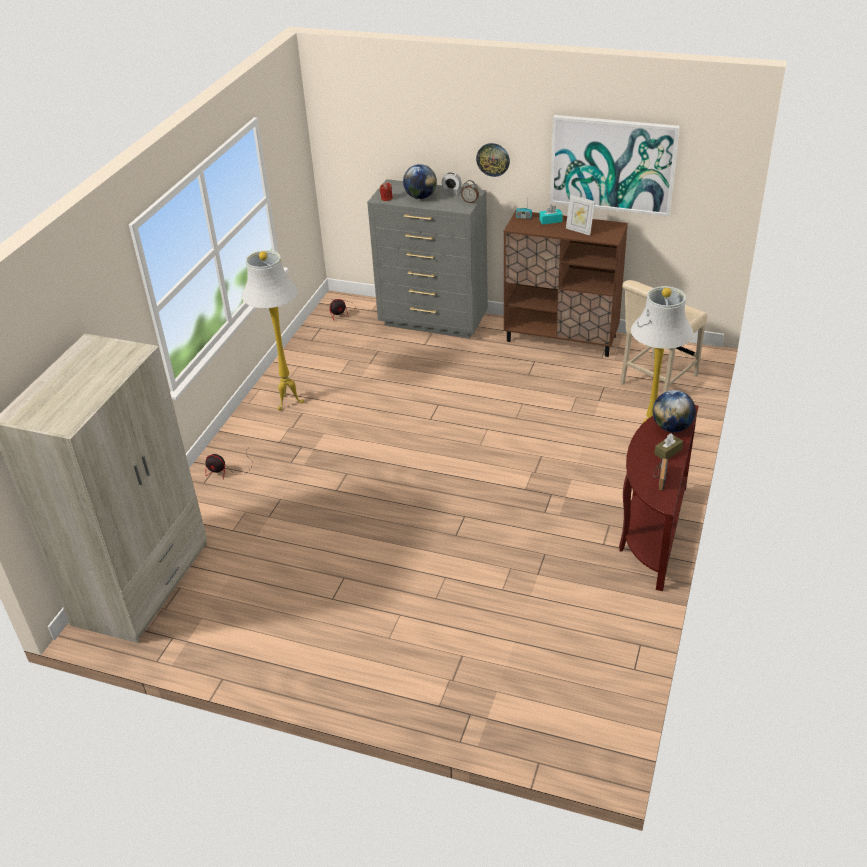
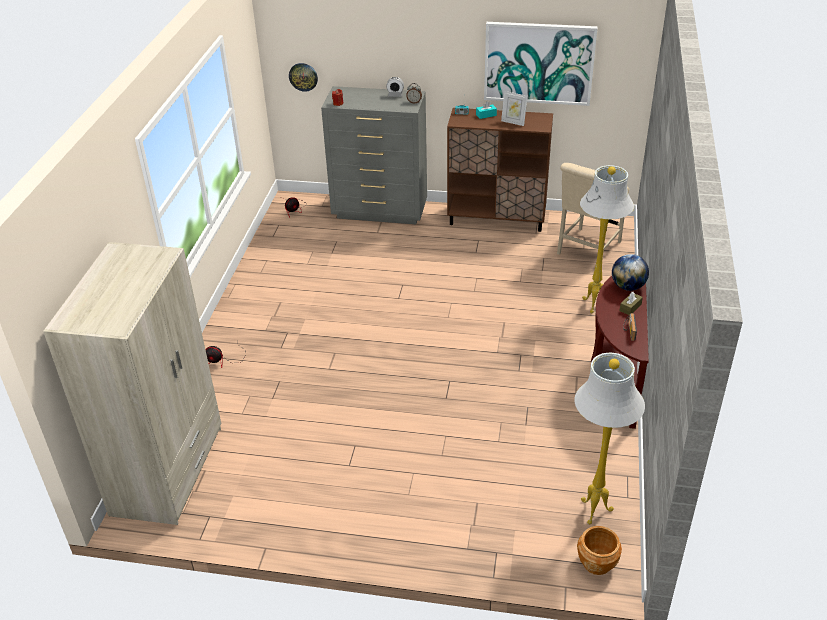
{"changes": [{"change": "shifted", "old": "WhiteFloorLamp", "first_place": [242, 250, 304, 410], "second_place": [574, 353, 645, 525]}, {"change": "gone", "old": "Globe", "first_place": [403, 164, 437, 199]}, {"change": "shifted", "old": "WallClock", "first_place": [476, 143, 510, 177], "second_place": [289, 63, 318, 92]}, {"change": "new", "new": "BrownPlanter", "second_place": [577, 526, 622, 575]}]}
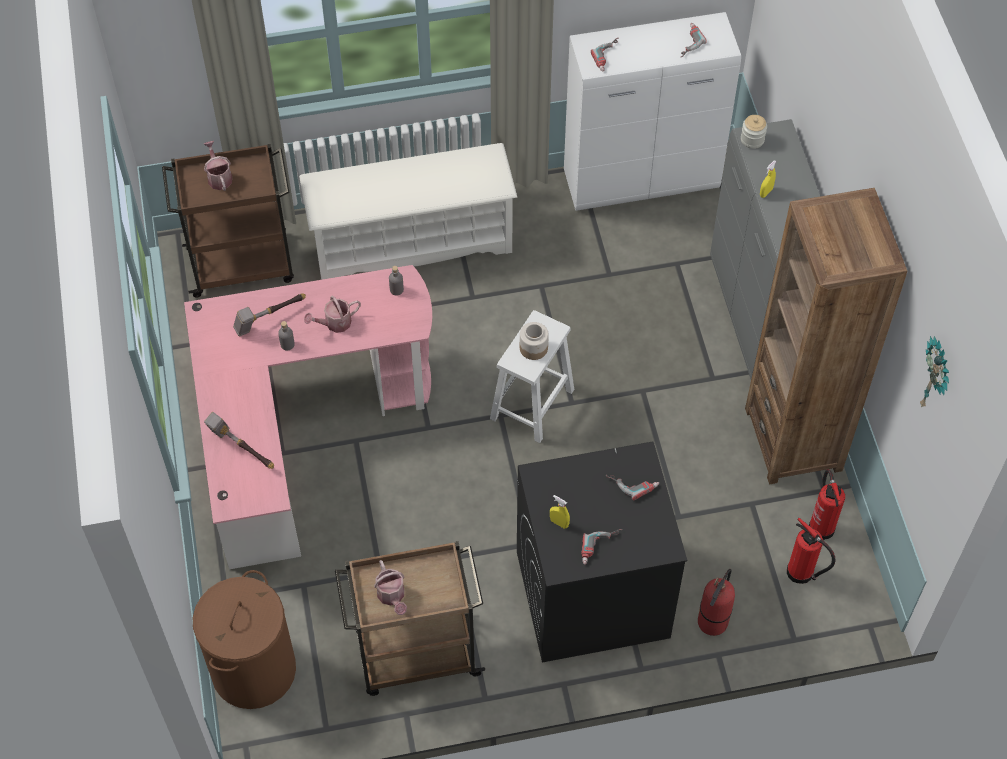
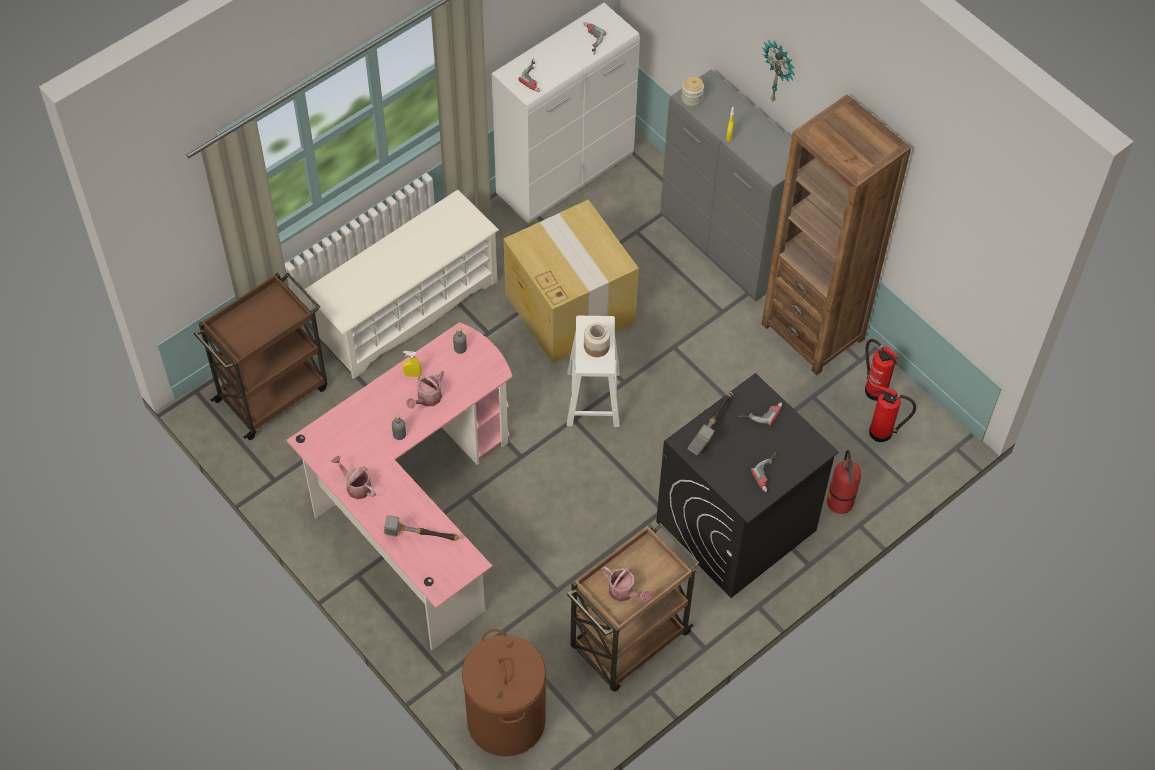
{"changes": [{"change": "shifted", "old": "WateringCan", "first_place": [204, 141, 232, 191], "second_place": [331, 455, 376, 499]}, {"change": "shifted", "old": "Hammer", "first_place": [233, 293, 306, 336], "second_place": [687, 393, 731, 455]}, {"change": "shifted", "old": "YellowSprayBottle", "first_place": [550, 495, 570, 529], "second_place": [403, 351, 422, 377]}, {"change": "shifted", "old": "WallClock", "first_place": [920, 336, 949, 408], "second_place": [762, 40, 795, 102]}, {"change": "new", "new": "CardboardBox", "second_place": [504, 200, 639, 363]}]}
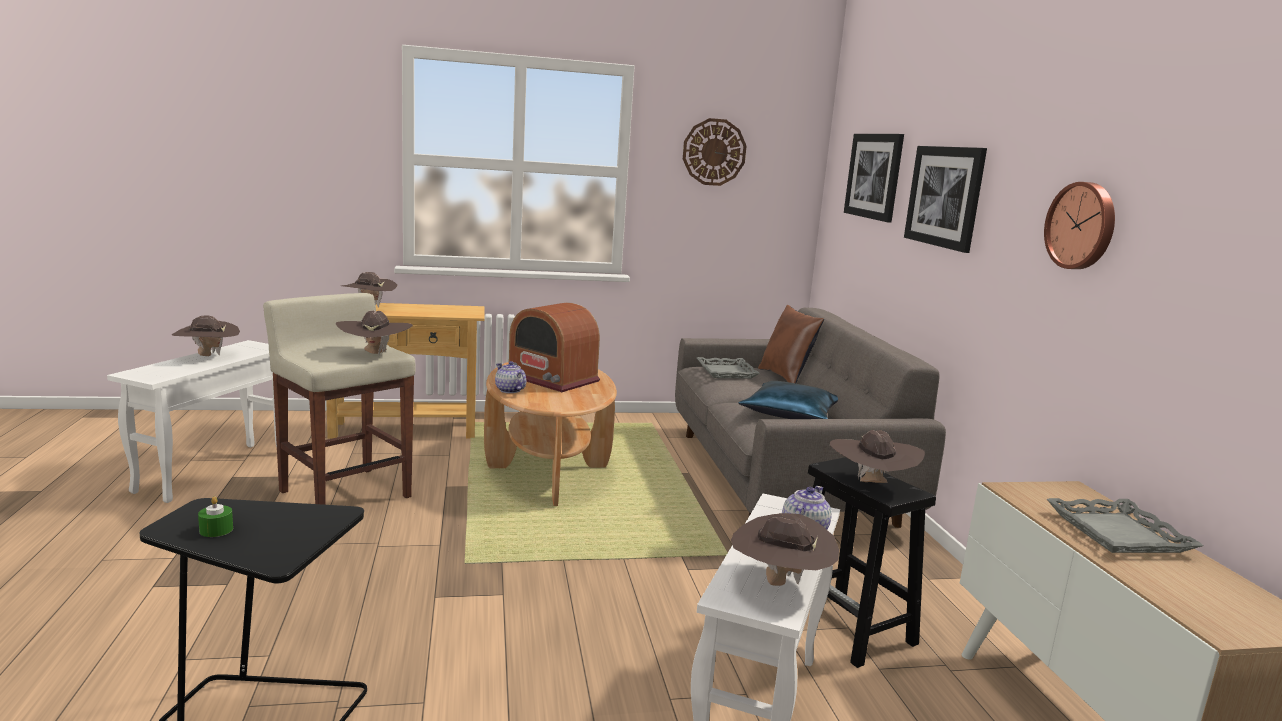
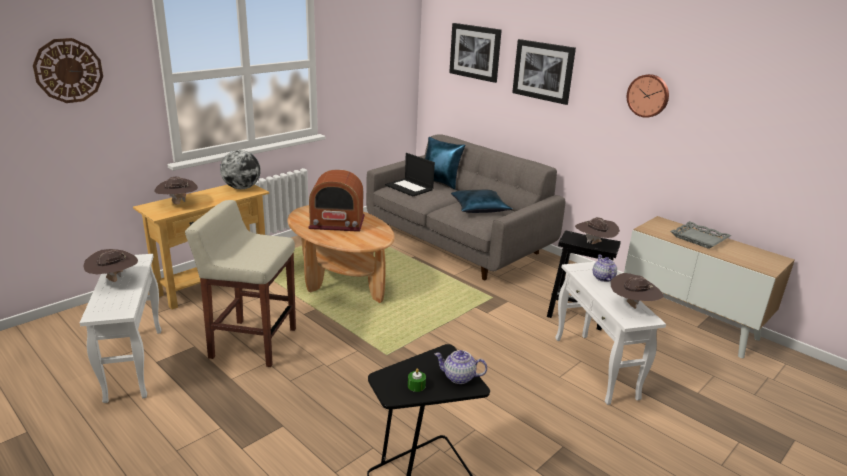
{"changes": [{"change": "gone", "old": "BrownHat", "first_place": [336, 310, 413, 357]}, {"change": "shifted", "old": "Teapot", "first_place": [495, 361, 526, 393], "second_place": [434, 350, 487, 384]}, {"change": "shifted", "old": "WallClock", "first_place": [683, 118, 746, 186], "second_place": [33, 38, 103, 103]}, {"change": "swapped", "old": "GreyTray", "new": "Laptop", "first_place": [697, 357, 760, 379], "second_place": [385, 153, 435, 197]}, {"change": "repainted", "old": "BrownPillow", "new": "BluePillow", "first_place": [758, 305, 824, 383], "second_place": [425, 137, 465, 190]}, {"change": "new", "new": "Globe", "second_place": [220, 150, 261, 189]}]}
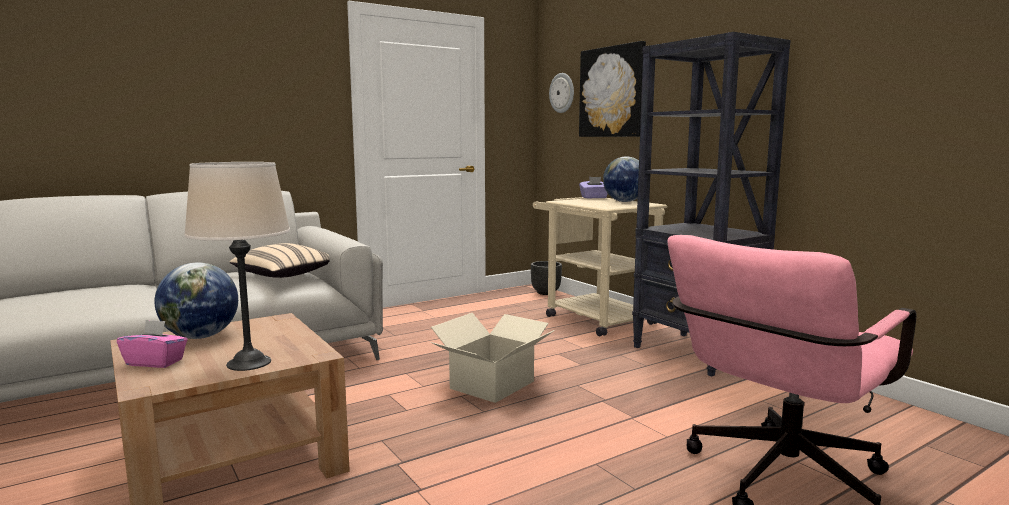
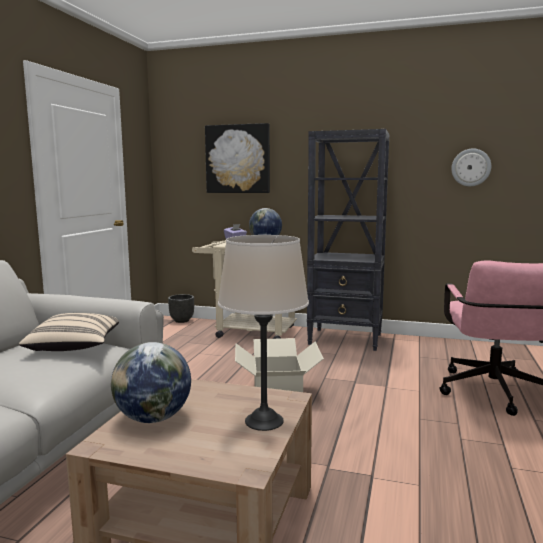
{"changes": [{"change": "gone", "old": "PinkTissueBox", "first_place": [117, 320, 188, 368]}, {"change": "shifted", "old": "WallClock", "first_place": [549, 73, 574, 113], "second_place": [451, 149, 491, 187]}]}
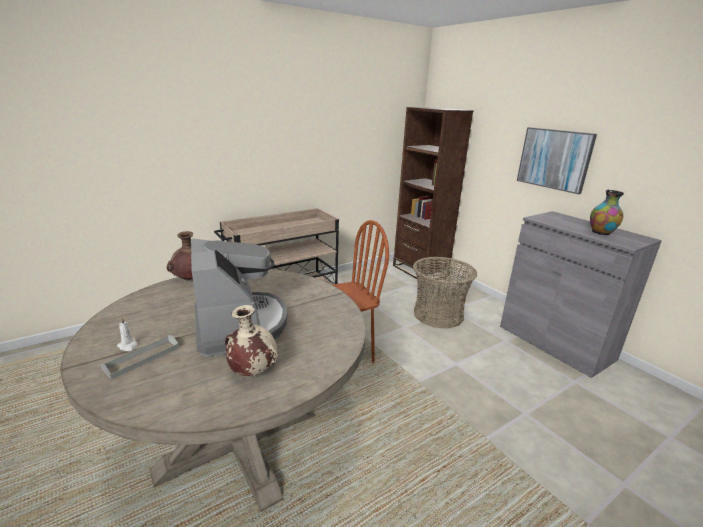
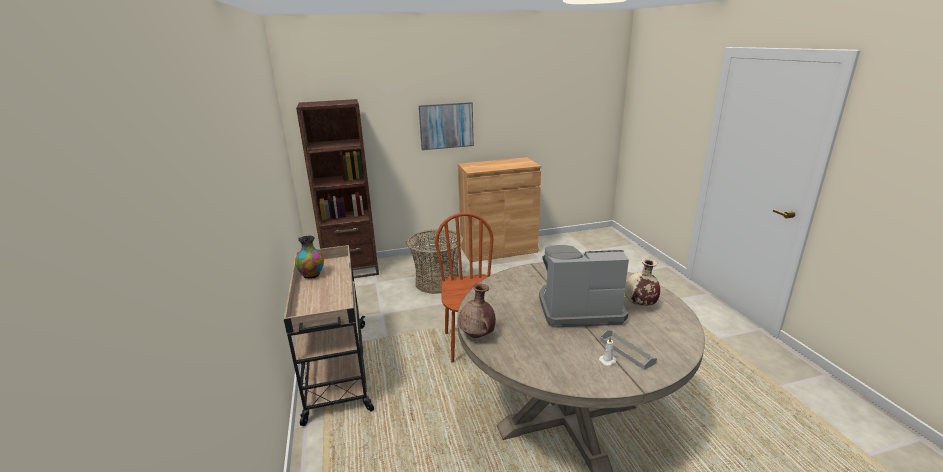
{"changes": [{"change": "repainted", "old": "GreyCabinet", "new": "BrownCabinet", "first_place": [500, 211, 662, 378], "second_place": [458, 157, 541, 262]}, {"change": "shifted", "old": "Vase", "first_place": [590, 190, 624, 235], "second_place": [295, 235, 324, 279]}]}
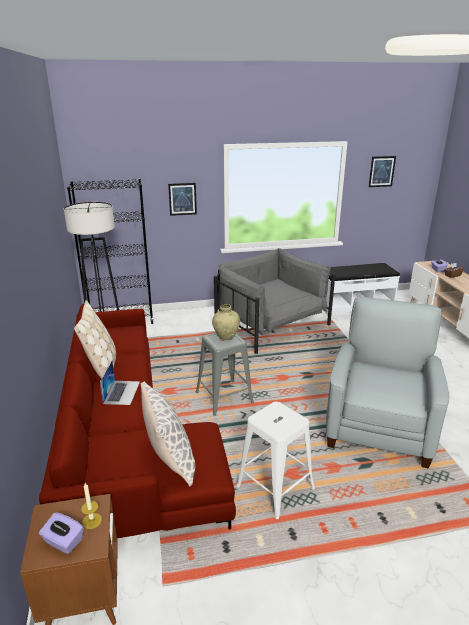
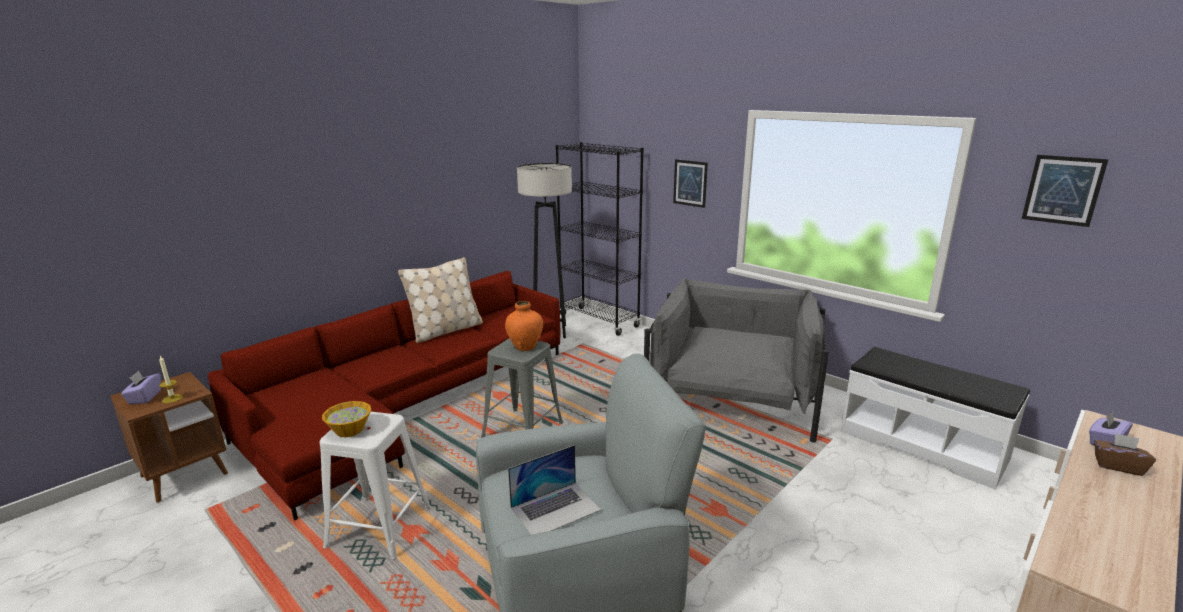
{"changes": [{"change": "shifted", "old": "Laptop", "first_place": [100, 361, 140, 405], "second_place": [508, 445, 601, 535]}, {"change": "gone", "old": "Pillow", "first_place": [141, 382, 195, 487]}, {"change": "repainted", "old": "BeigeVase", "new": "OrangeVase", "first_place": [212, 304, 240, 340], "second_place": [505, 301, 543, 351]}, {"change": "new", "new": "Bowl", "second_place": [322, 401, 371, 437]}]}
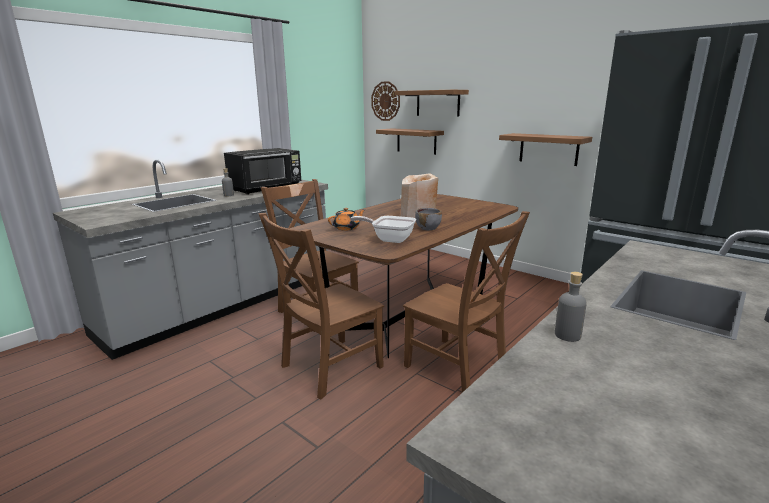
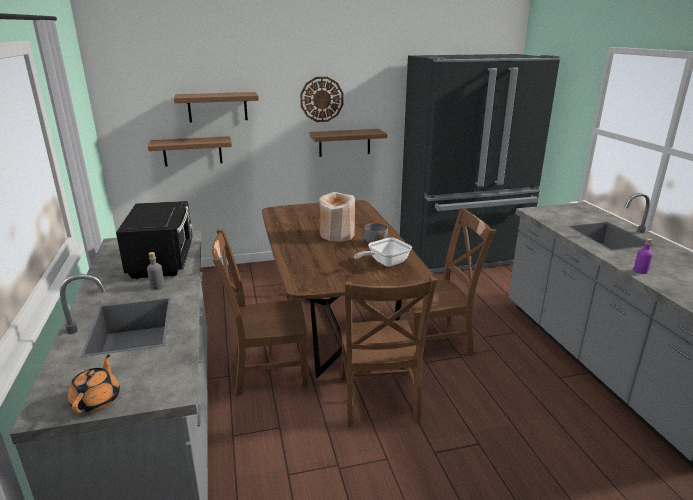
{"changes": [{"change": "shifted", "old": "OrangeTeapot", "first_place": [328, 208, 366, 231], "second_place": [68, 354, 120, 413]}, {"change": "shifted", "old": "WallClock", "first_place": [371, 81, 400, 121], "second_place": [300, 77, 343, 122]}, {"change": "repainted", "old": "GreyBottle", "new": "PurpleBottle", "first_place": [555, 272, 587, 342], "second_place": [633, 238, 653, 274]}]}
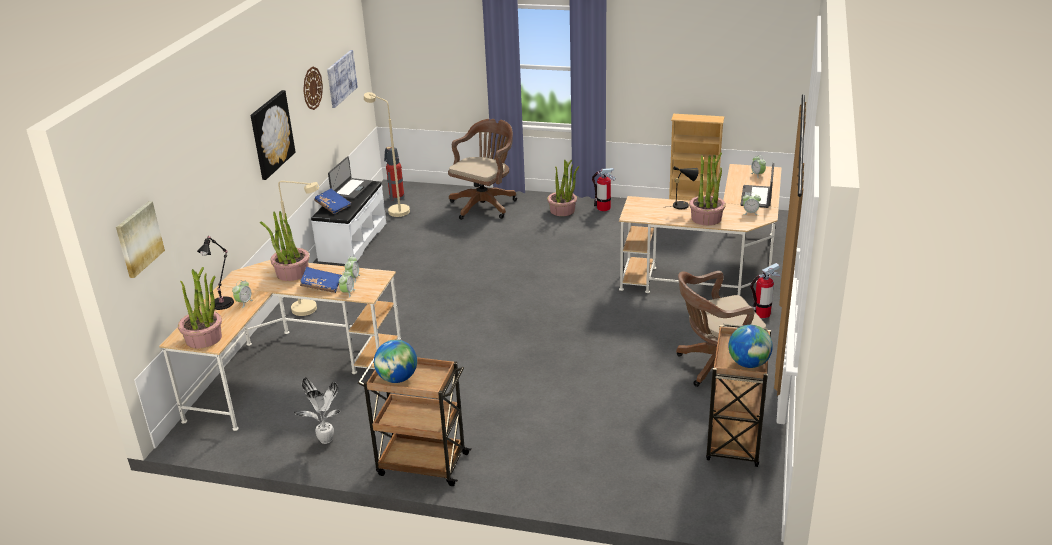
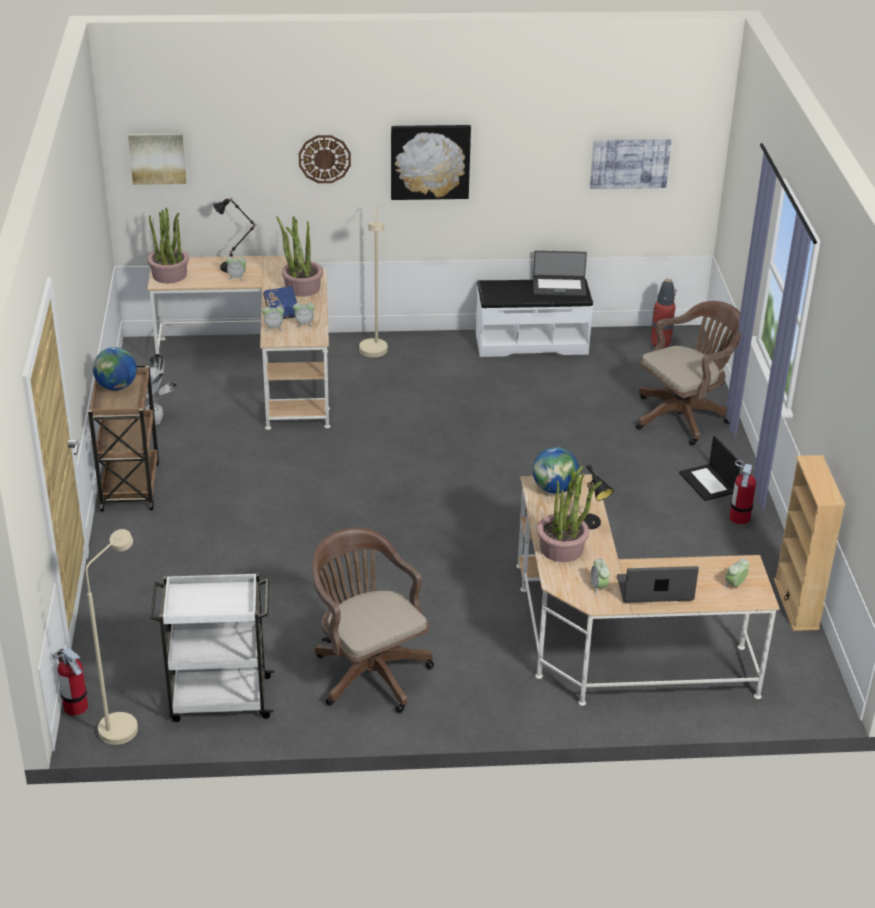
{"changes": [{"change": "shifted", "old": "WallClock", "first_place": [303, 66, 323, 110], "second_place": [299, 135, 351, 183]}, {"change": "gone", "old": "BlueBook", "first_place": [314, 189, 351, 214]}, {"change": "shifted", "old": "BeigeFloorLamp", "first_place": [364, 92, 410, 217], "second_place": [85, 529, 138, 745]}, {"change": "rotated", "old": "BrownOfficeChair", "first_place": [448, 119, 517, 220], "second_place": [636, 301, 741, 446], "degrees": -45}, {"change": "swapped", "old": "PottedPlant", "new": "Laptop", "first_place": [547, 160, 579, 216], "second_place": [679, 436, 741, 501]}, {"change": "repainted", "old": "BrownCart", "new": "WhiteCart", "first_place": [706, 324, 771, 467], "second_place": [150, 573, 274, 722]}, {"change": "shifted", "old": "Globe", "first_place": [728, 325, 773, 368], "second_place": [533, 447, 579, 494]}, {"change": "shifted", "old": "FireExtinguisher", "first_place": [750, 263, 780, 318], "second_place": [53, 648, 88, 716]}]}
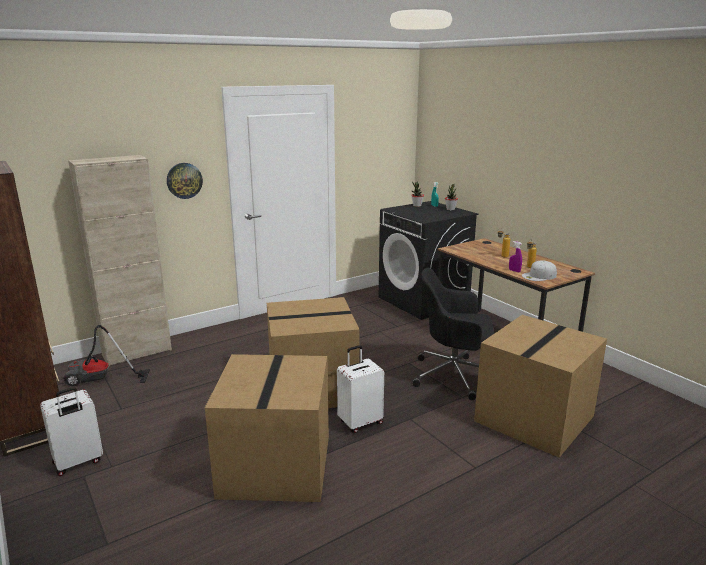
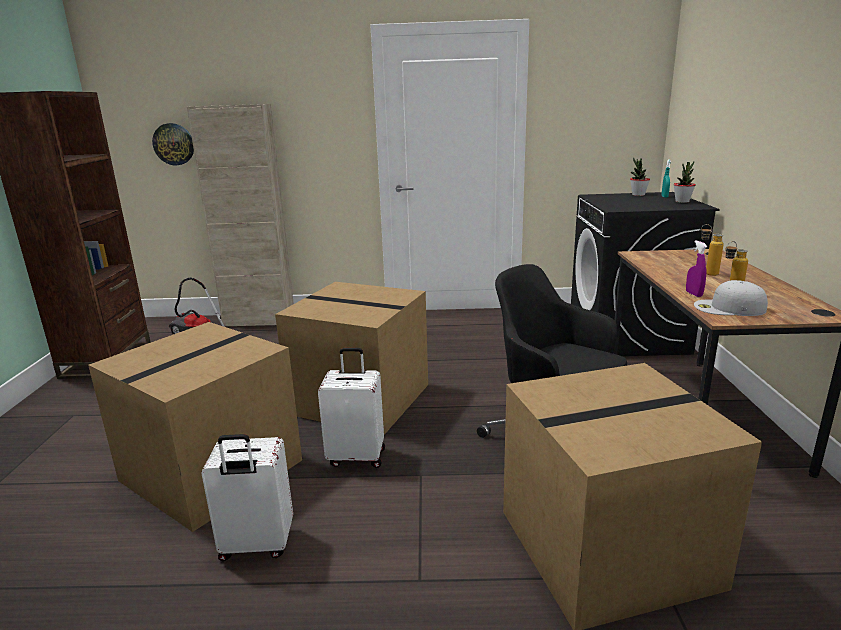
{"changes": [{"change": "shifted", "old": "WhiteSuitcase", "first_place": [40, 387, 103, 476], "second_place": [201, 434, 293, 561]}, {"change": "shifted", "old": "WallClock", "first_place": [167, 163, 203, 199], "second_place": [152, 123, 194, 165]}]}
